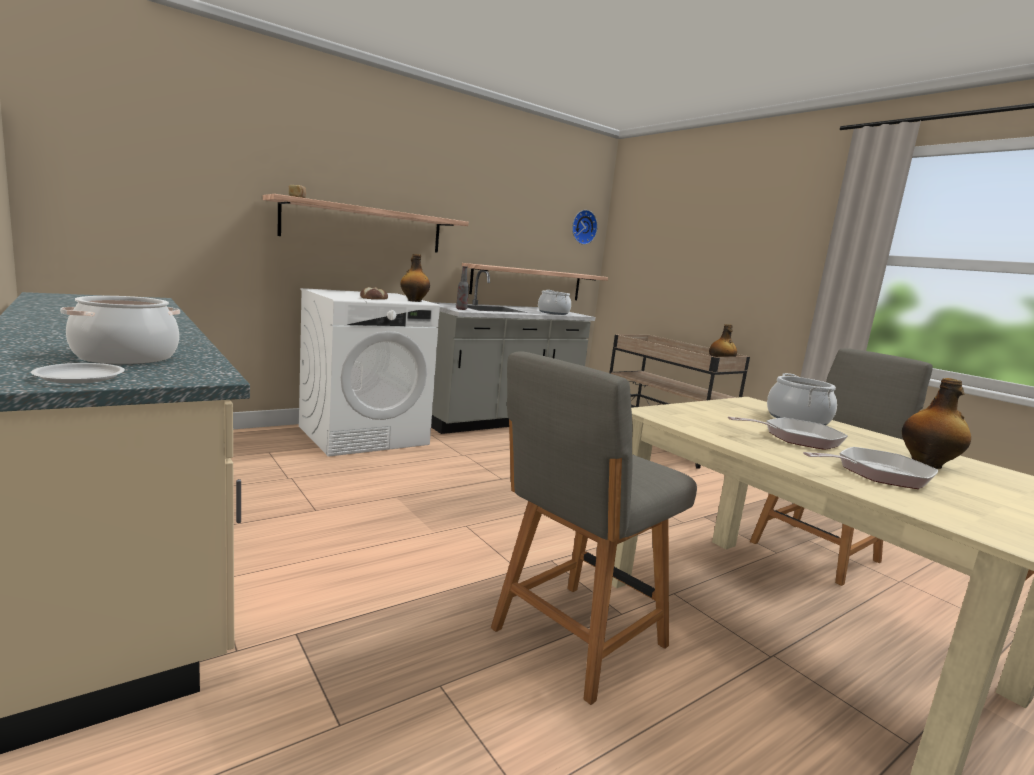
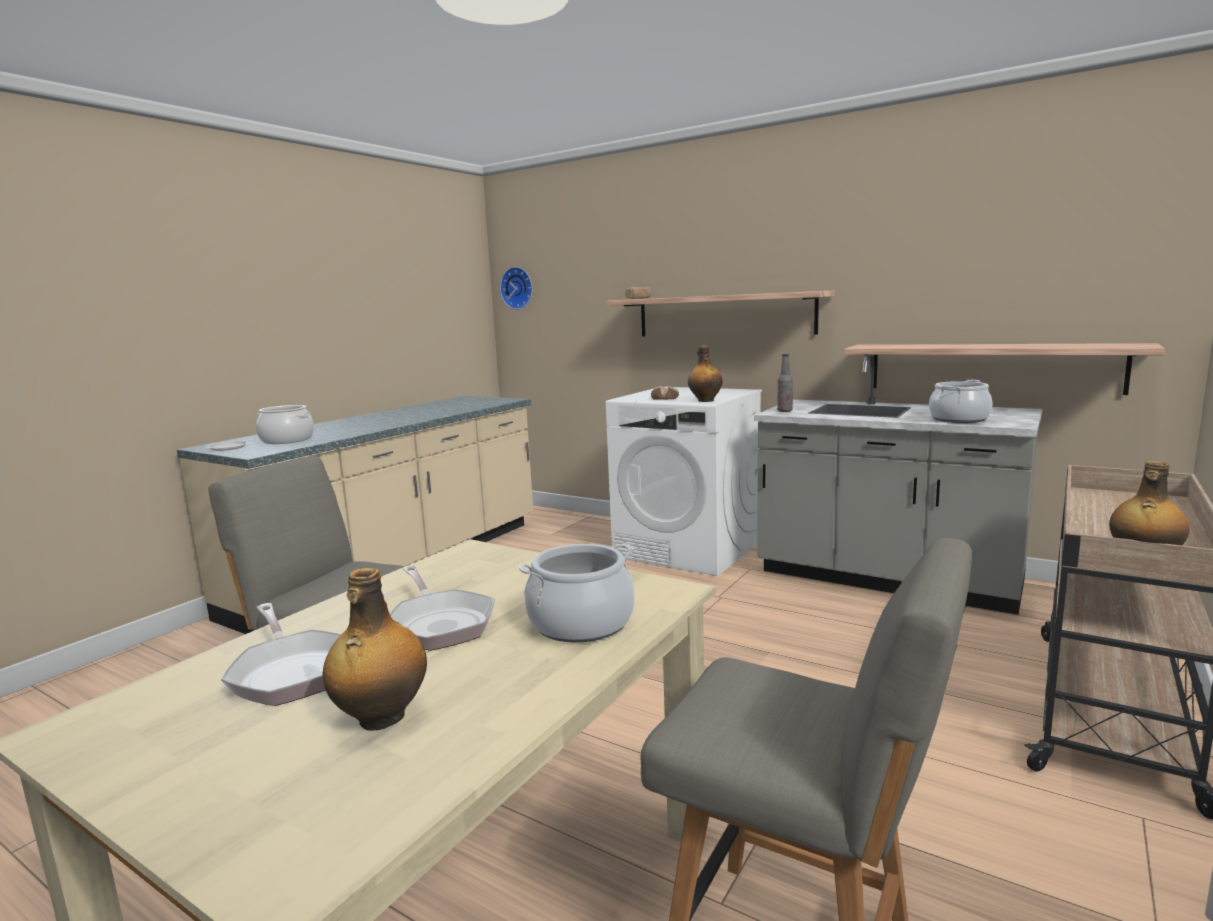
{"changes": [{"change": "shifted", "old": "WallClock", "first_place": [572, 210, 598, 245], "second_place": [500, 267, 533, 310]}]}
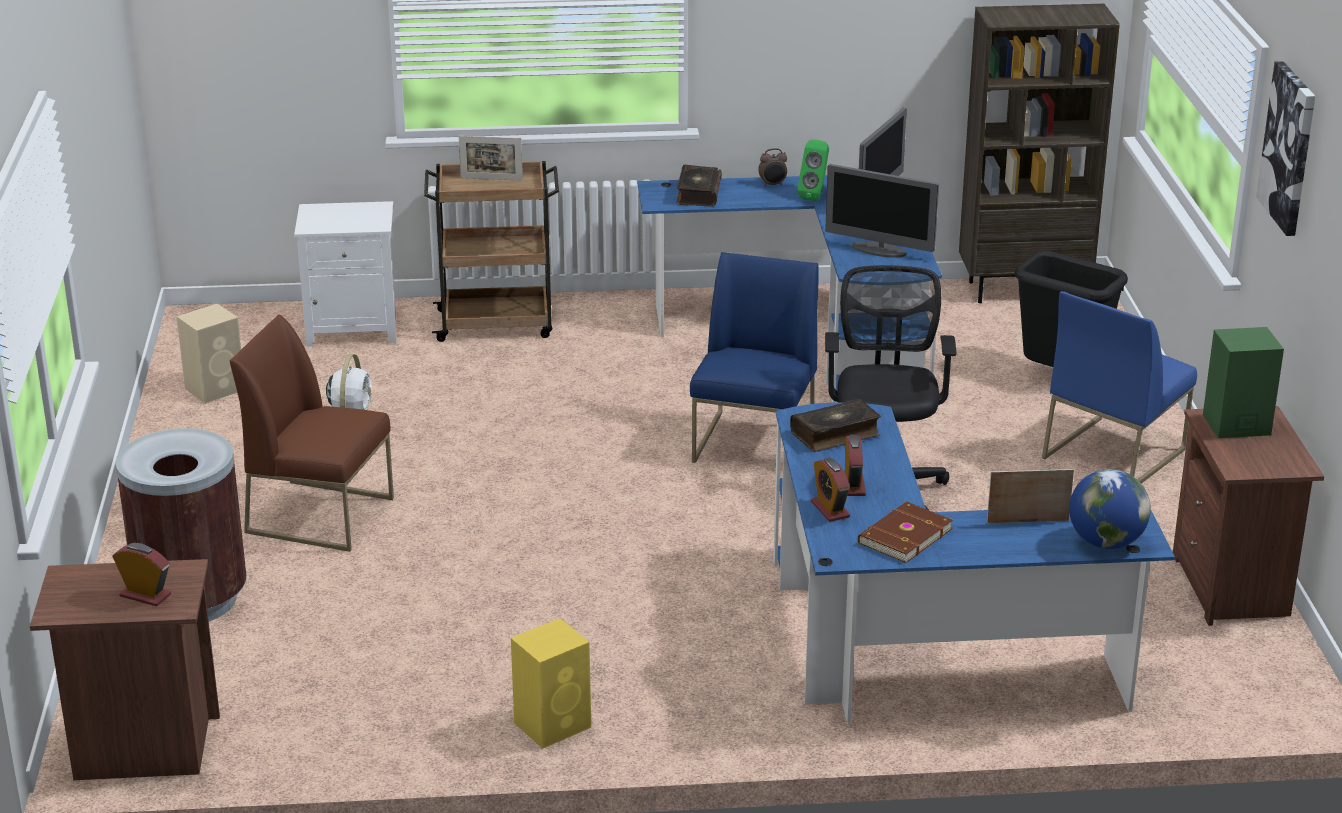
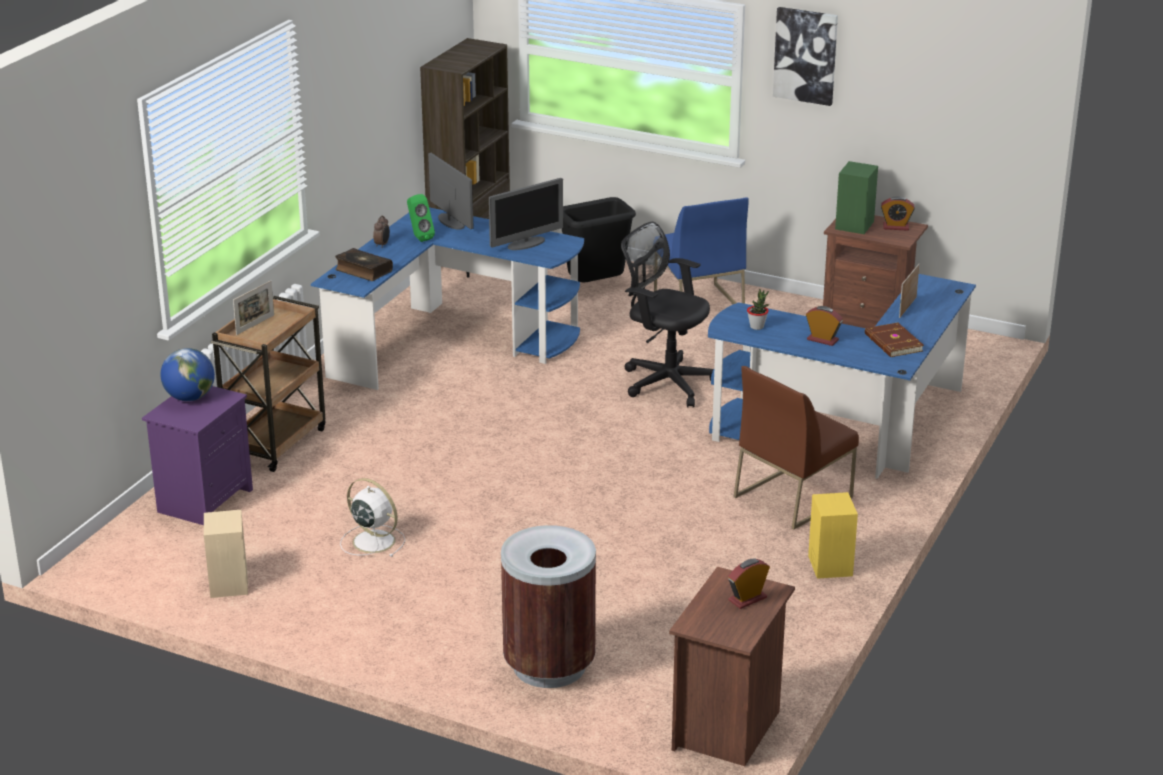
{"changes": [{"change": "shifted", "old": "BrownChair", "first_place": [230, 315, 394, 552], "second_place": [734, 366, 859, 530]}, {"change": "repainted", "old": "WhiteNightstand", "new": "PurpleNightstand", "first_place": [294, 201, 396, 347], "second_place": [142, 386, 253, 525]}, {"change": "gone", "old": "BlueChair", "first_place": [690, 252, 819, 463]}, {"change": "swapped", "old": "Book", "new": "PottedPlant", "first_place": [790, 399, 881, 452], "second_place": [747, 289, 769, 330]}, {"change": "shifted", "old": "AlarmClock", "first_place": [811, 458, 850, 522], "second_place": [881, 196, 915, 231]}, {"change": "shifted", "old": "Globe", "first_place": [1069, 469, 1151, 549], "second_place": [160, 348, 215, 401]}]}
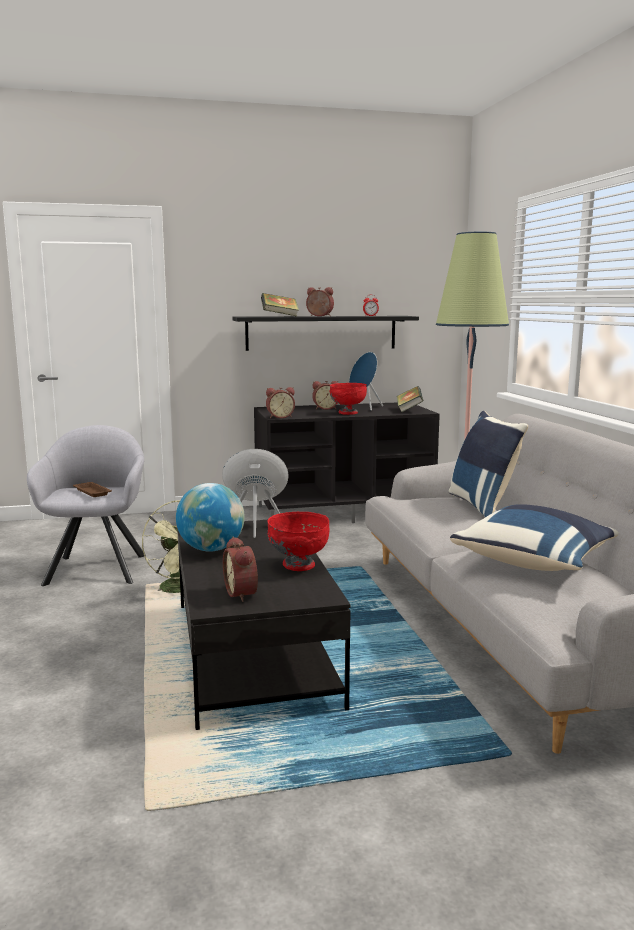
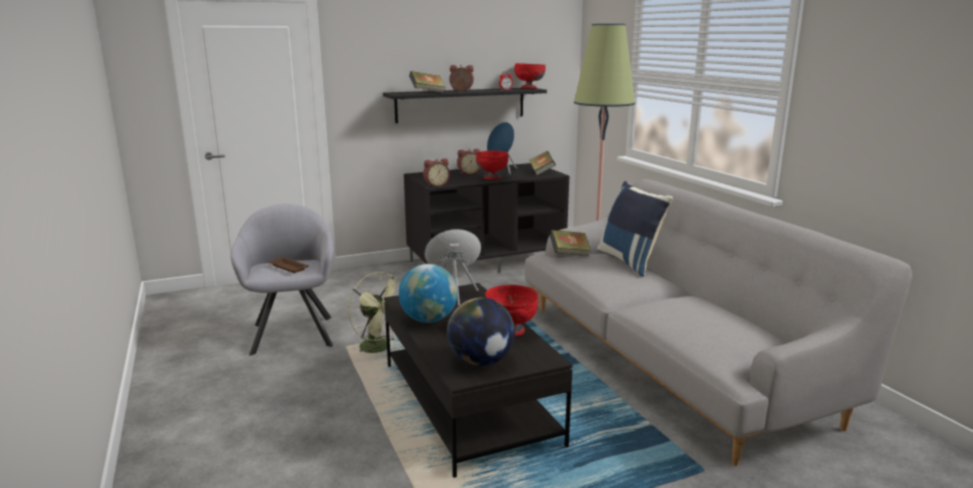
{"changes": [{"change": "swapped", "old": "AlarmClock", "new": "Globe", "first_place": [223, 537, 258, 602], "second_place": [447, 297, 515, 366]}, {"change": "gone", "old": "BluePillow", "first_place": [450, 504, 619, 571]}, {"change": "new", "new": "RedBowl", "second_place": [514, 63, 545, 88]}, {"change": "new", "new": "Book", "second_place": [549, 230, 592, 256]}]}
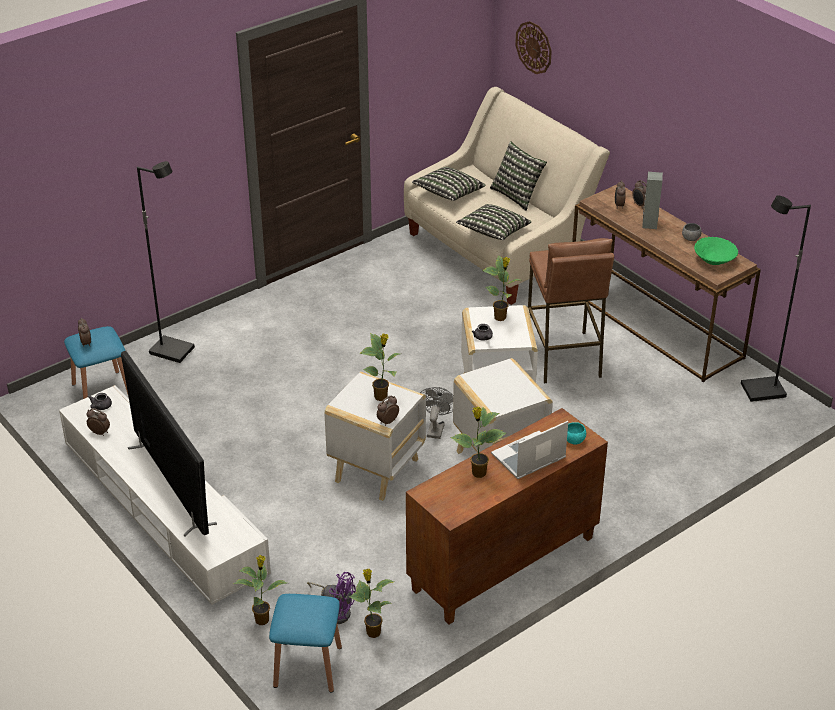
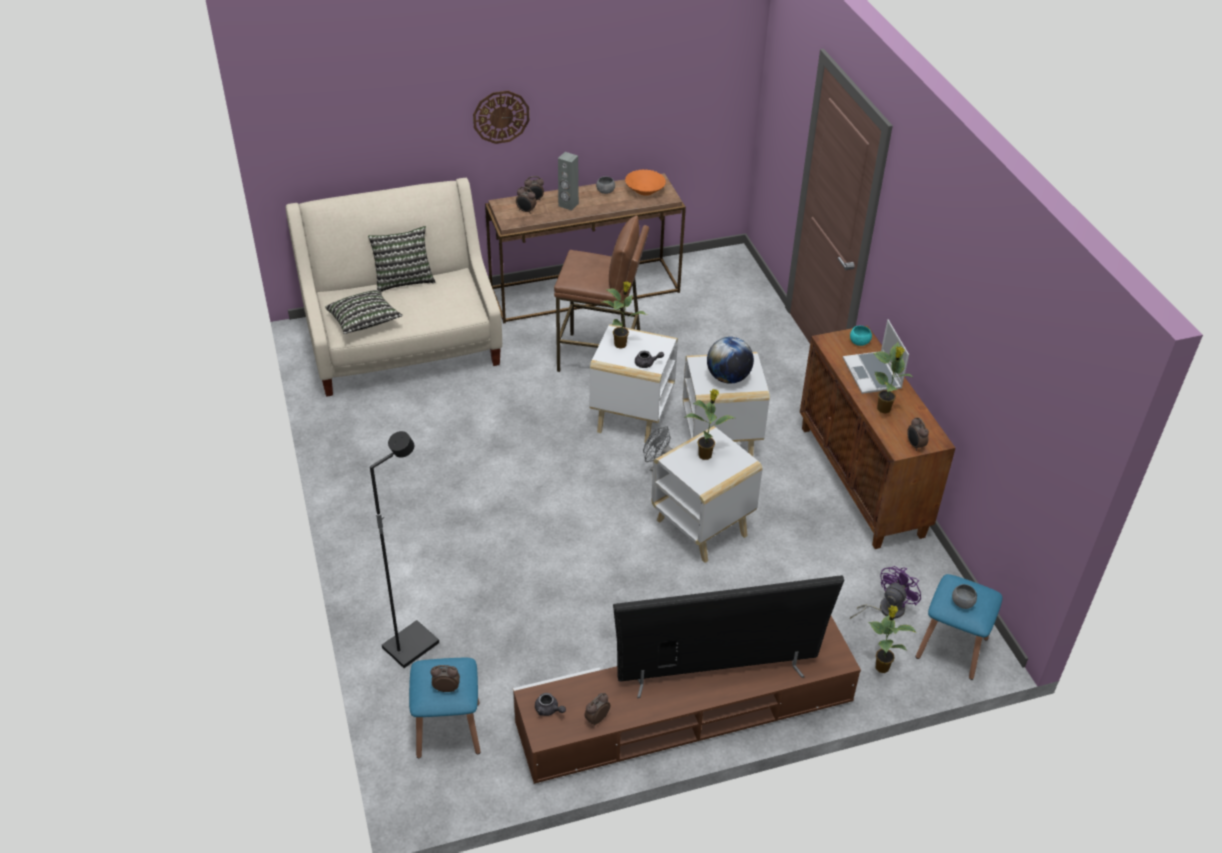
{"changes": [{"change": "repainted", "old": "WhiteTvStand", "new": "BrownTvStand", "first_place": [59, 385, 271, 605], "second_place": [513, 616, 861, 784]}, {"change": "gone", "old": "PottedPlant", "first_place": [349, 568, 394, 638]}, {"change": "shifted", "old": "AlarmClock", "first_place": [377, 395, 399, 426], "second_place": [907, 417, 929, 451]}, {"change": "gone", "old": "Pillow", "first_place": [456, 204, 531, 240]}, {"change": "shifted", "old": "WallClock", "first_place": [515, 21, 552, 74], "second_place": [473, 90, 529, 144]}, {"change": "repainted", "old": "GreenBowl", "new": "OrangeBowl", "first_place": [694, 237, 738, 265], "second_place": [625, 170, 666, 196]}, {"change": "gone", "old": "BlackFloorLamp", "first_place": [741, 195, 811, 402]}, {"change": "new", "new": "Globe", "second_place": [707, 337, 754, 384]}, {"change": "new", "new": "GreyBowl", "second_place": [952, 584, 977, 609]}]}
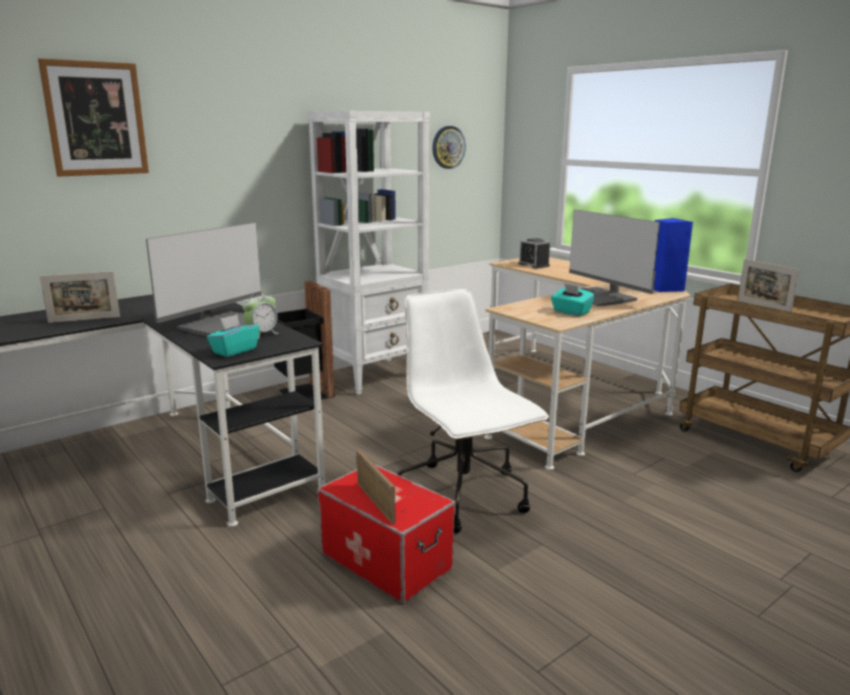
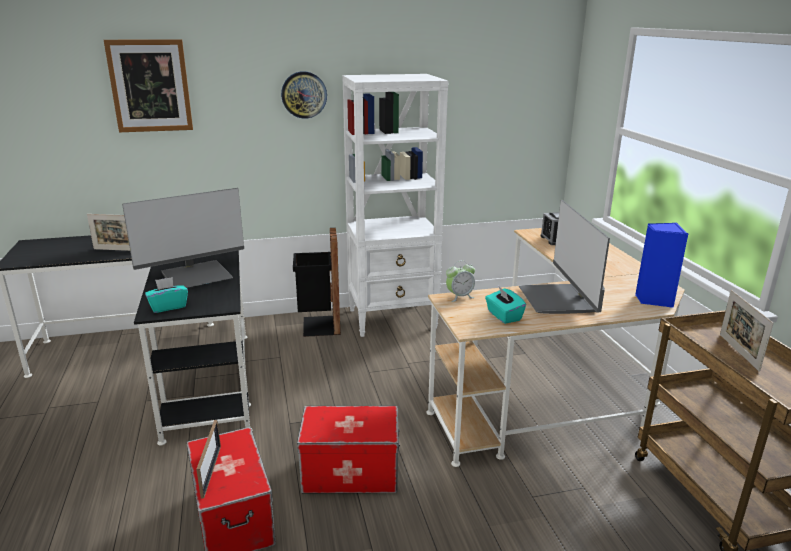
{"changes": [{"change": "shifted", "old": "AlarmClock", "first_place": [242, 291, 278, 339], "second_place": [446, 261, 475, 302]}, {"change": "swapped", "old": "WhiteOfficeChair", "new": "StorageBox", "first_place": [397, 289, 549, 534], "second_place": [297, 406, 400, 493]}, {"change": "shifted", "old": "WallClock", "first_place": [432, 126, 466, 169], "second_place": [281, 71, 327, 119]}]}
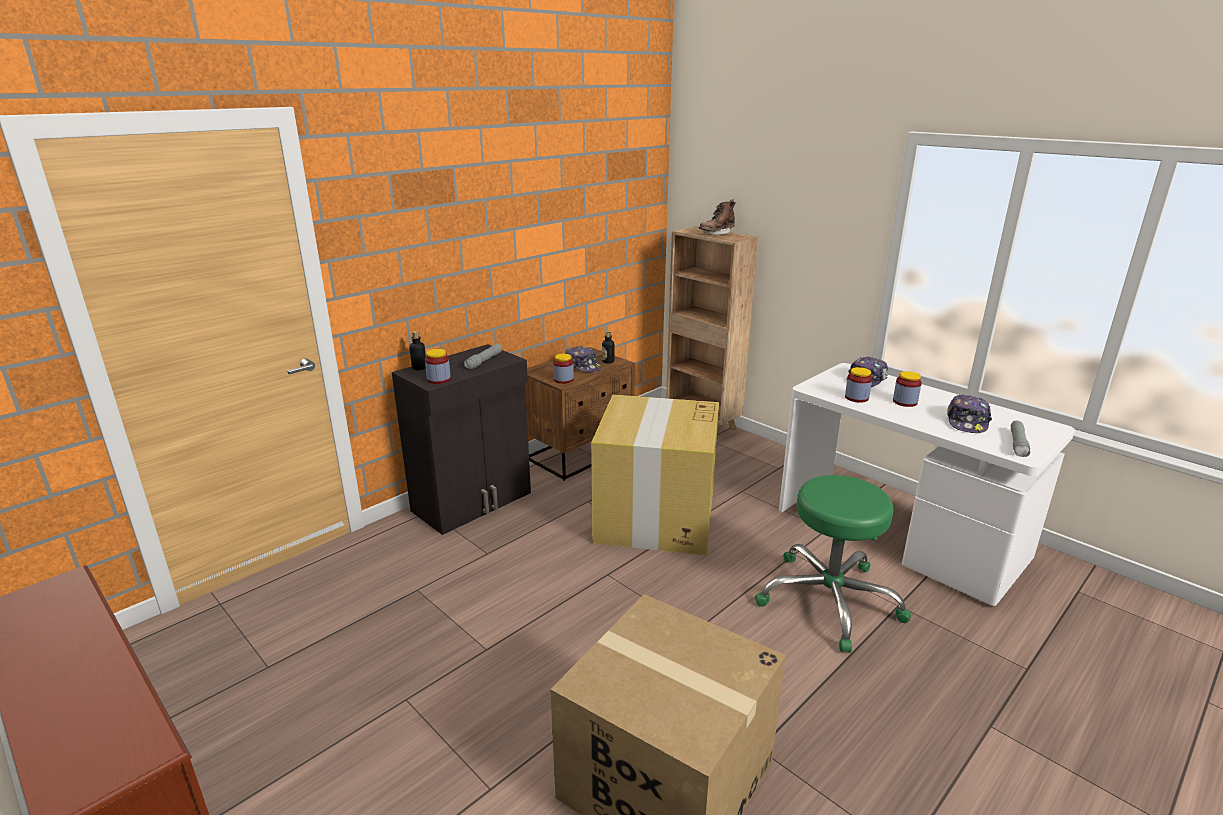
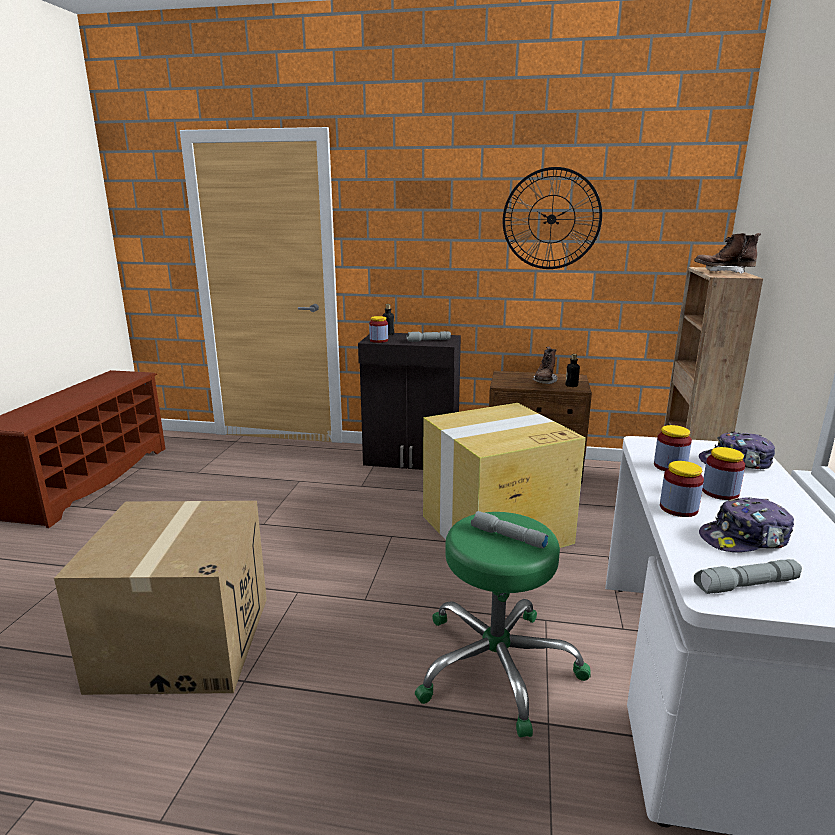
{"changes": [{"change": "shifted", "old": "Jar", "first_place": [553, 354, 574, 384], "second_place": [660, 461, 704, 517]}, {"change": "swapped", "old": "Cap", "new": "BrownBoot", "first_place": [565, 346, 602, 372], "second_place": [532, 347, 557, 384]}, {"change": "new", "new": "GreyFlashlight", "second_place": [471, 511, 549, 549]}, {"change": "new", "new": "WallClock", "second_place": [503, 167, 602, 269]}]}
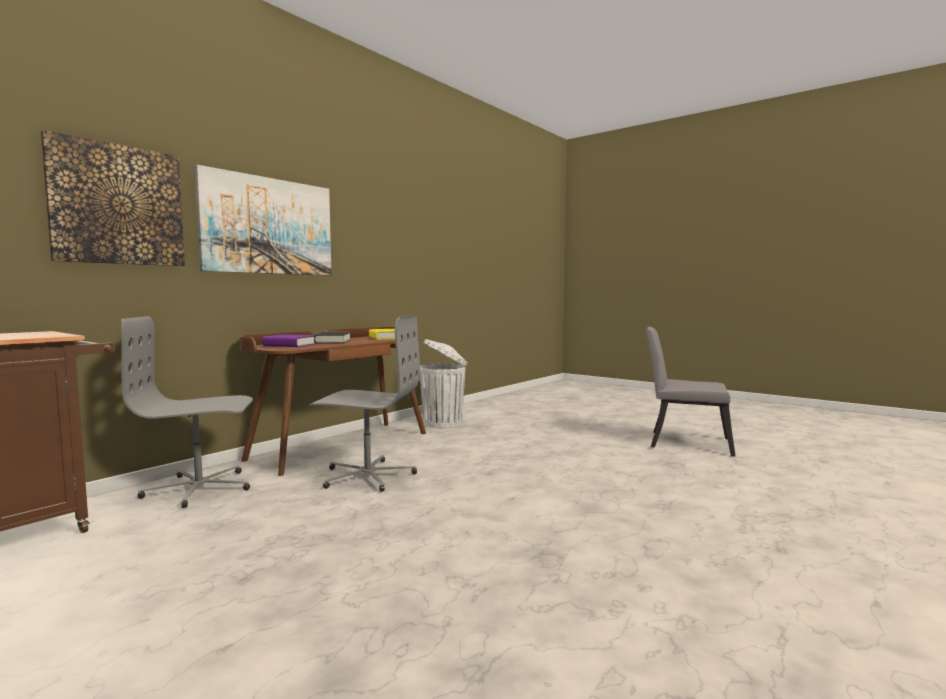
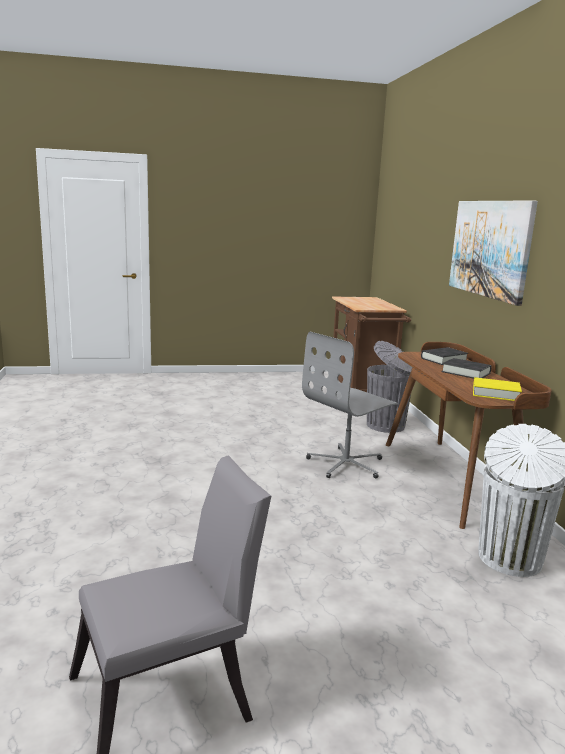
{"changes": [{"change": "gone", "old": "Picture", "first_place": [41, 130, 185, 266]}, {"change": "swapped", "old": "GreyOfficeChair", "new": "GreyTrashCan", "first_place": [121, 316, 253, 508], "second_place": [367, 341, 412, 433]}, {"change": "repainted", "old": "PurpleBook", "new": "BlackBook", "first_place": [262, 334, 315, 347], "second_place": [421, 347, 468, 365]}]}
